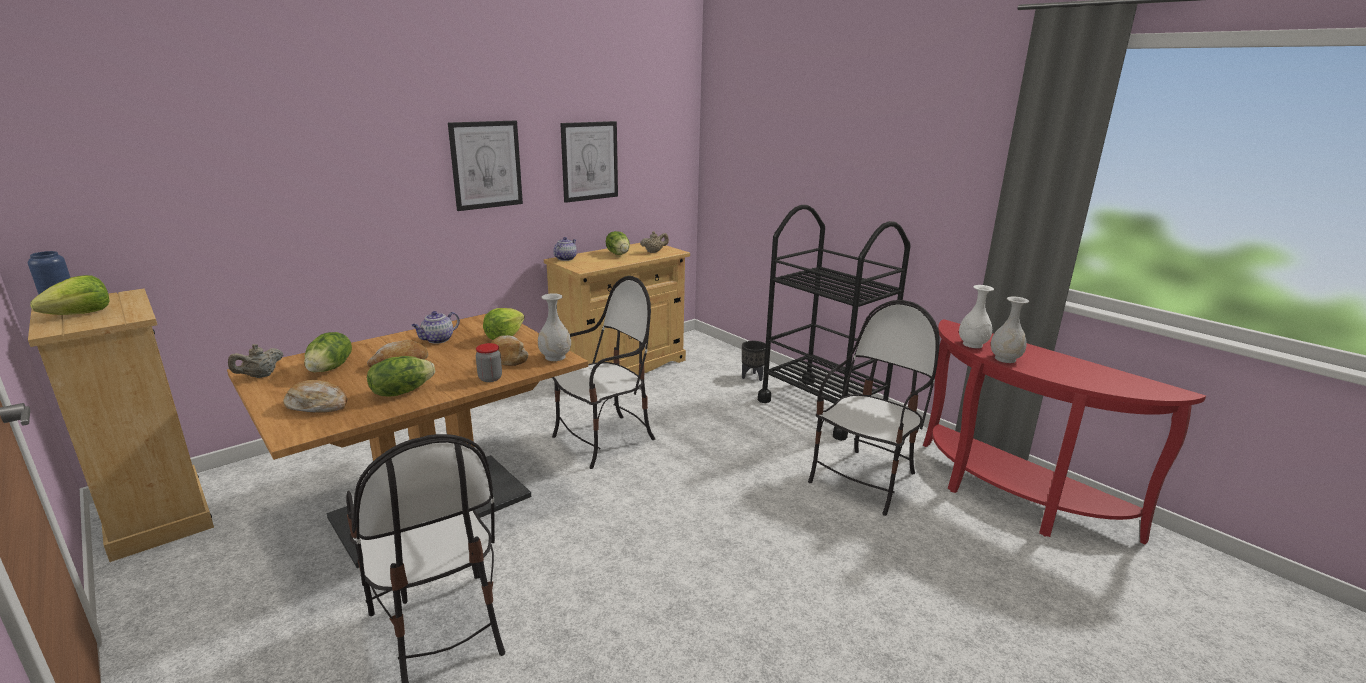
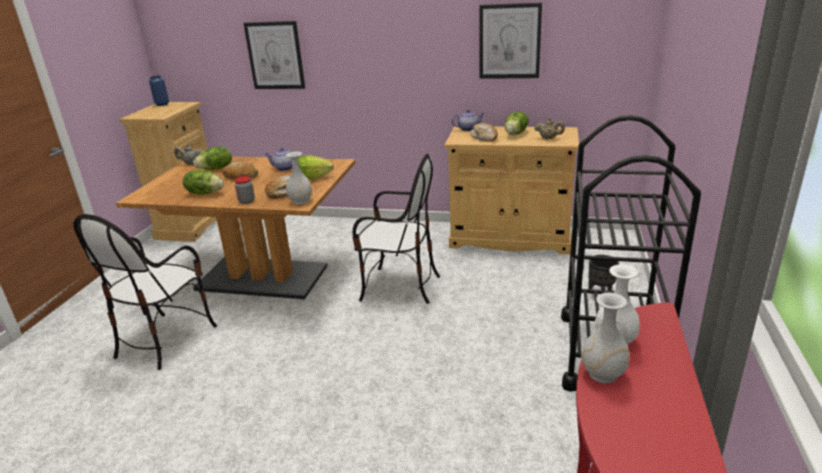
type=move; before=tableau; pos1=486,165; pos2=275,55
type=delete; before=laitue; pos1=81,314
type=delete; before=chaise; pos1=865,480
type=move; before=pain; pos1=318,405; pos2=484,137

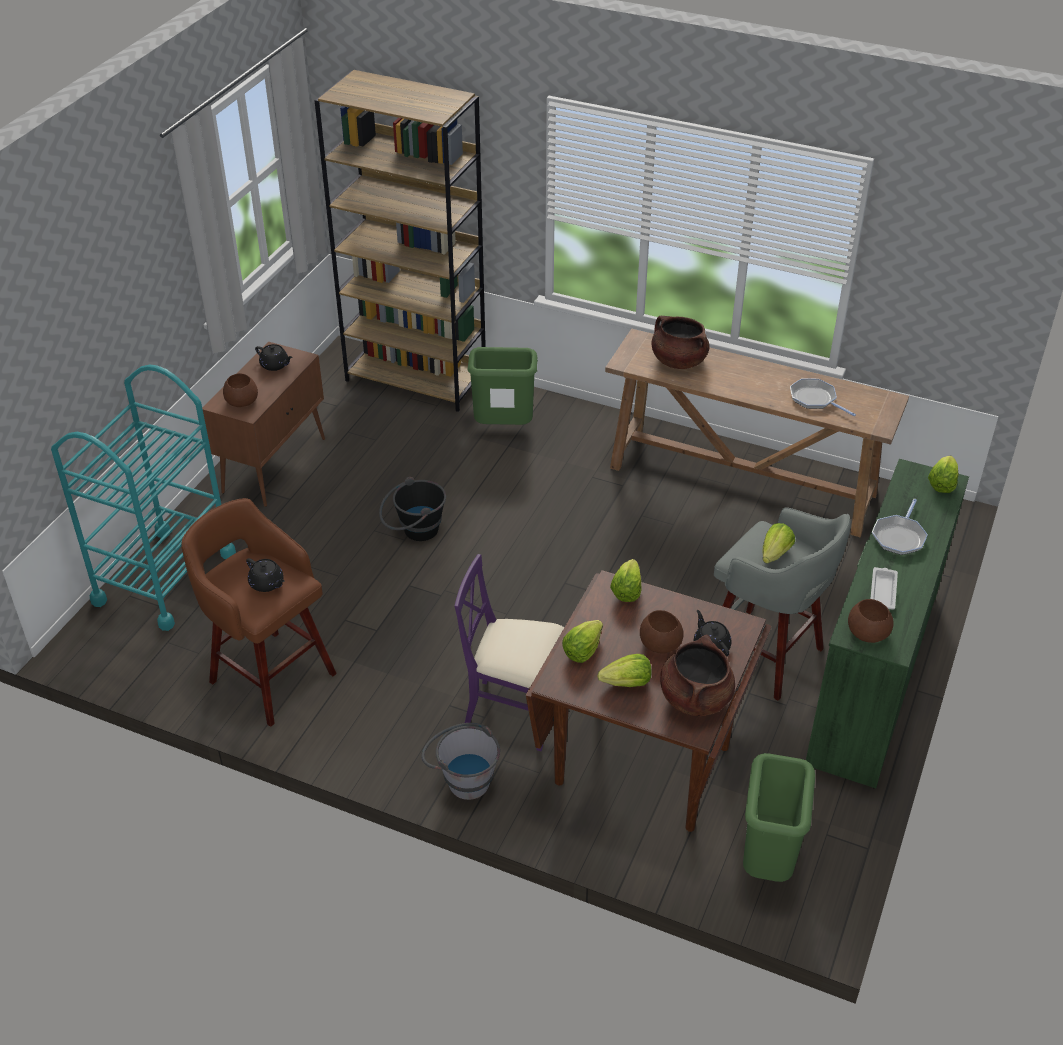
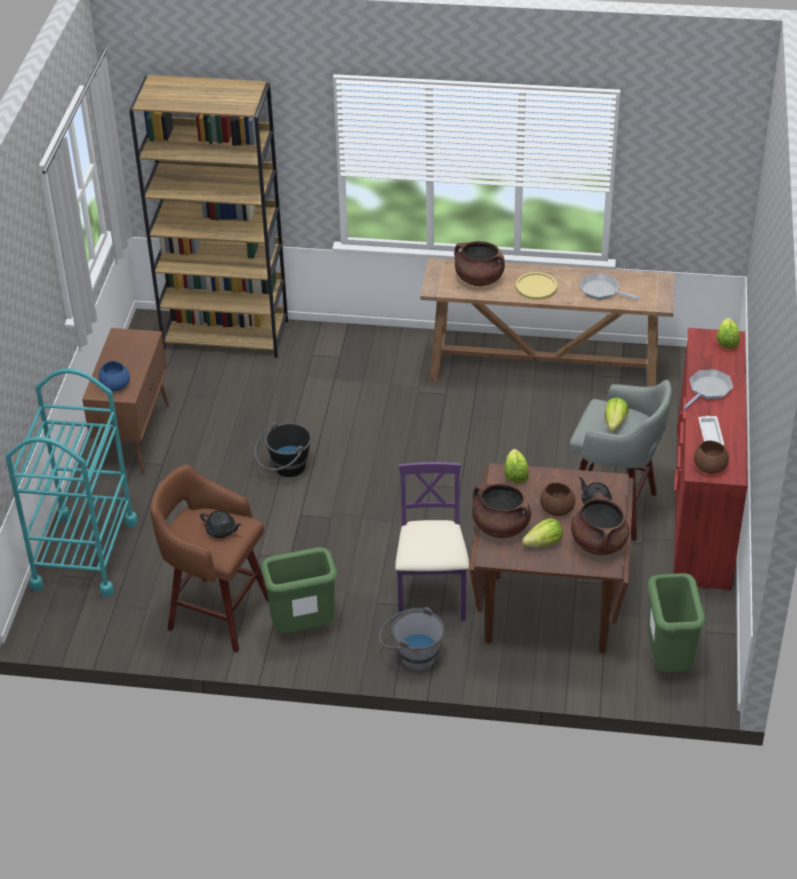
type=delete; before=théière (noir); pos1=275,365
type=move; before=poubelle (vert); pos1=504,428; pos2=303,628
type=recolor; before=bol (marron); after=bol (bleu); pos1=241,401; pos2=115,385
type=recolor; before=commode (vert); after=commode (rouge); pos1=871,677; pos2=701,507
type=rotate; before=poêle; pos1=899,536; pos2=708,389; turn=-150
type=rotate; before=chaise (violet); pos1=514,712; pos2=431,596; turn=90
type=replace; before=laitue; after=marmite (marron); pos1=582,650; pos2=500,527
type=insert; after=assiette (jaune); pos2=536,287

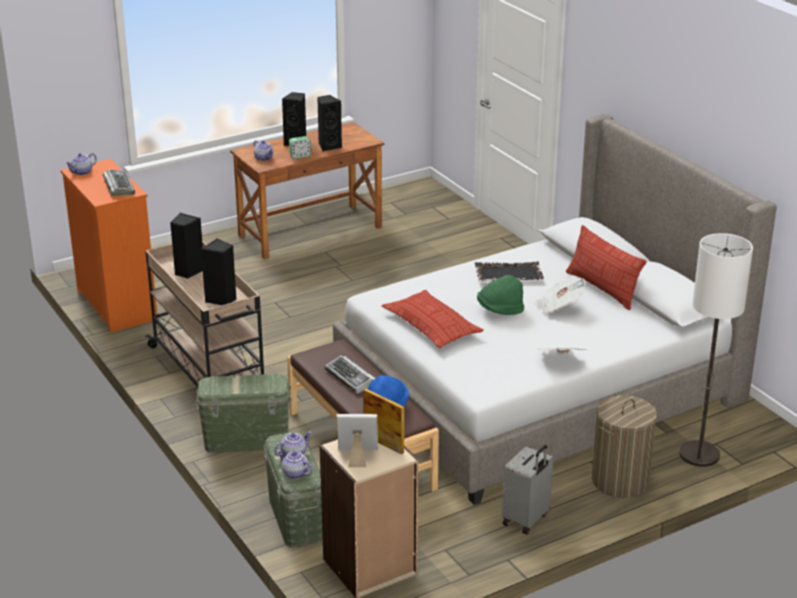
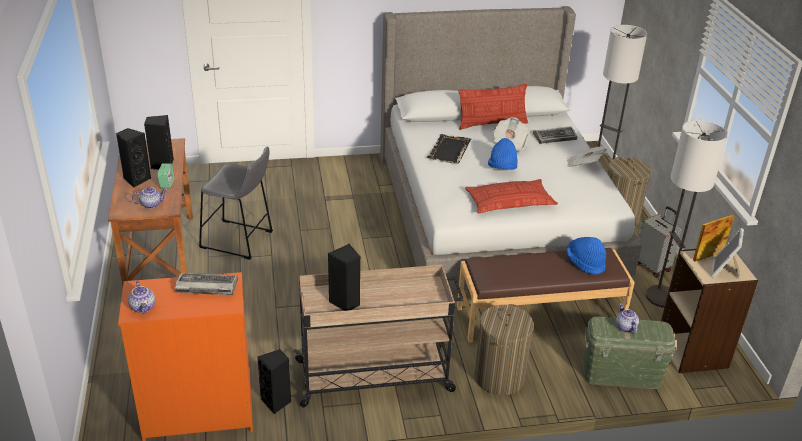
type=move; before=enceinte (noir); pos1=221,300; pos2=277,402
type=recolor; before=chapeau (vert); after=chapeau (bleu); pos1=500,310; pos2=502,168
type=move; before=clavier; pos1=351,378; pos2=555,137
type=replace; before=boîte de rangement (vert); after=panier à linge; pos1=246,440; pos2=499,377
type=delete; before=théière; pos1=294,473
type=insert; after=lampadaire; pos2=662,297
type=insert; after=tabouret (gris); pos2=240,241

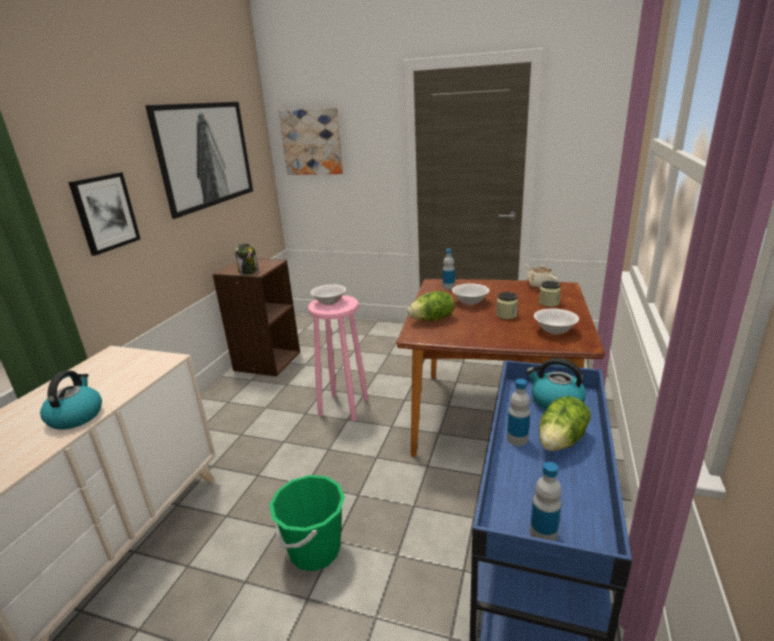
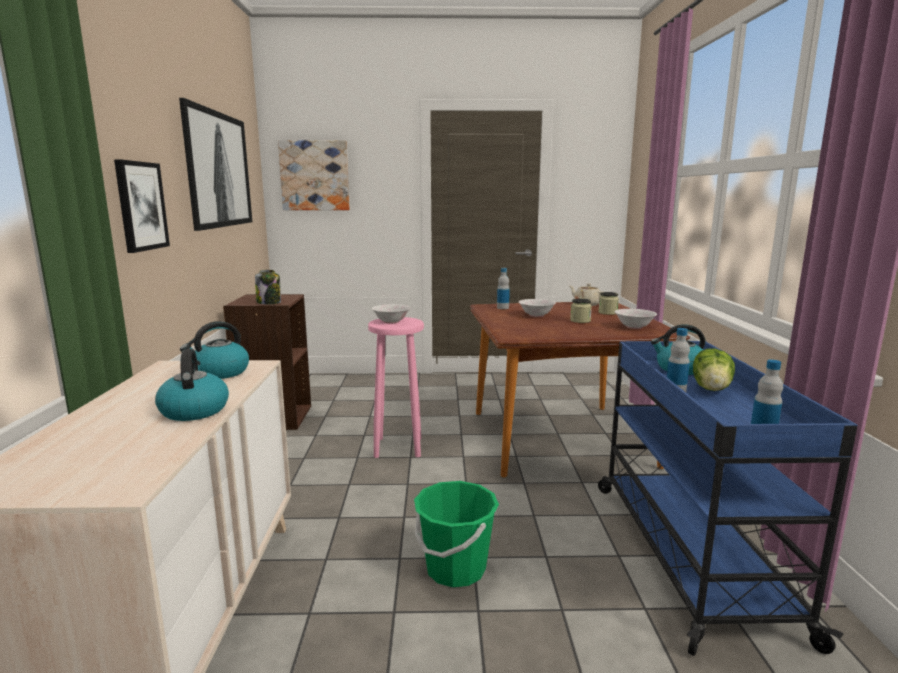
type=delete; before=laitue; pos1=432,319
type=insert; after=bouilloire; pos2=220,373

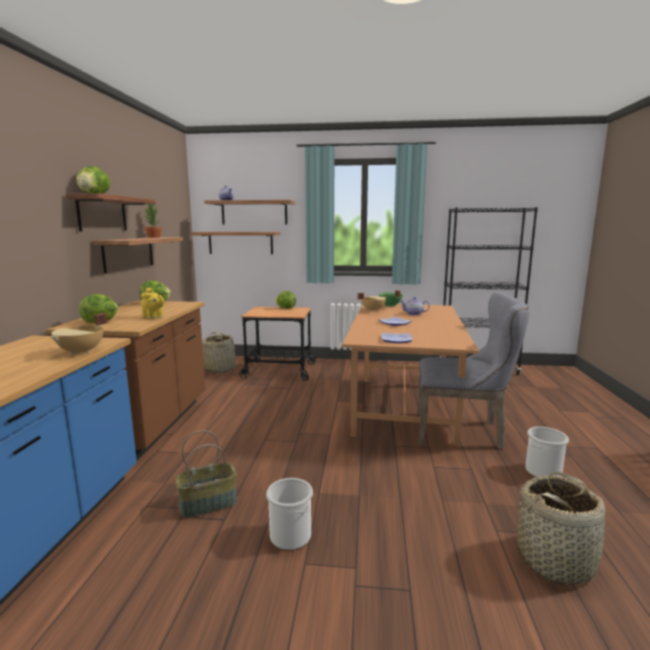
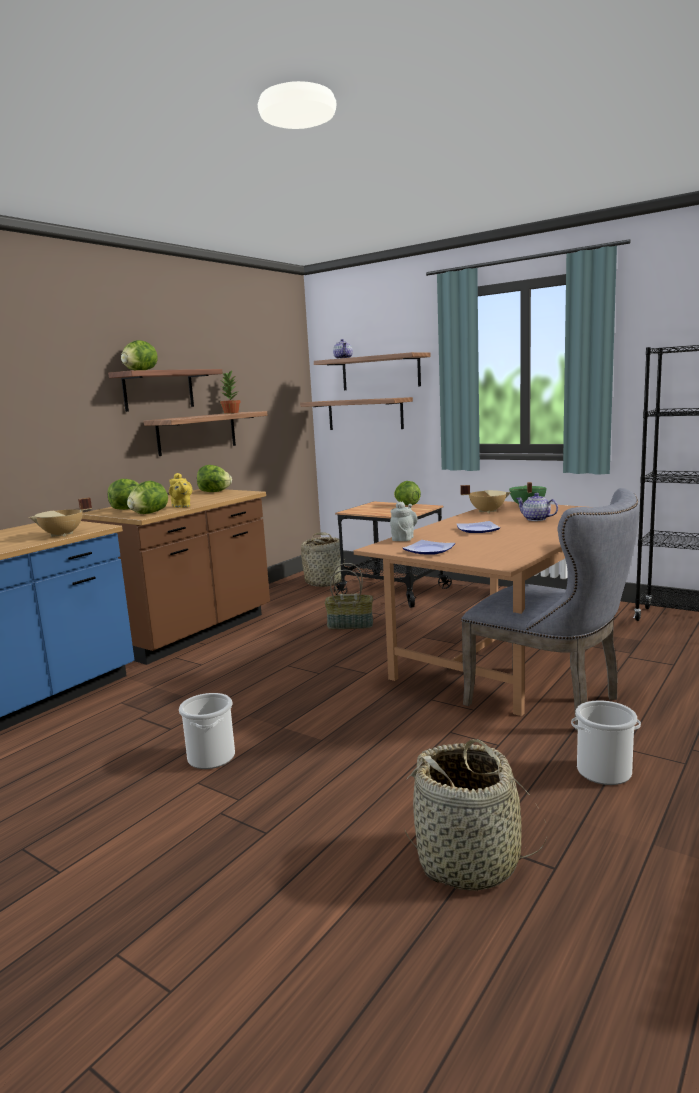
type=move; before=panier; pos1=208,503; pos2=350,624
type=insert; after=laitue; pos2=148,513
type=insert; after=théière (gris); pos2=403,538

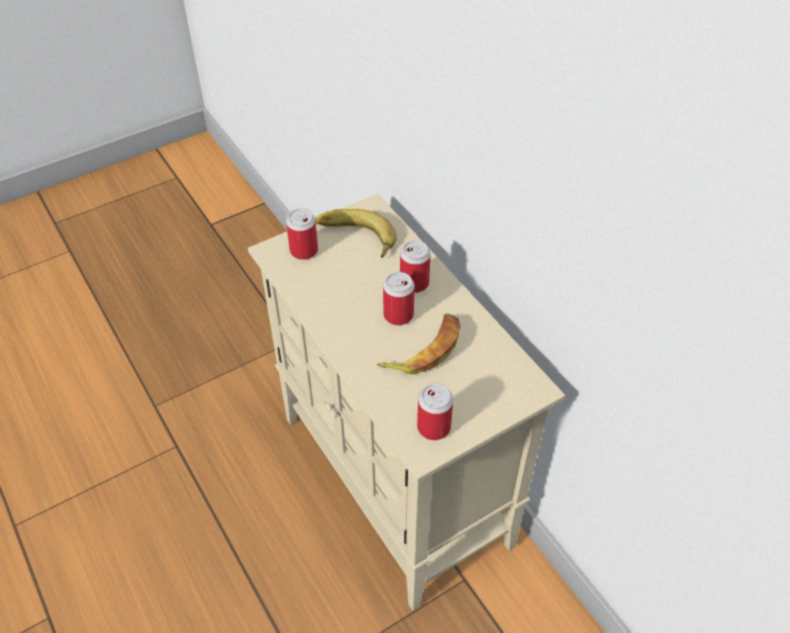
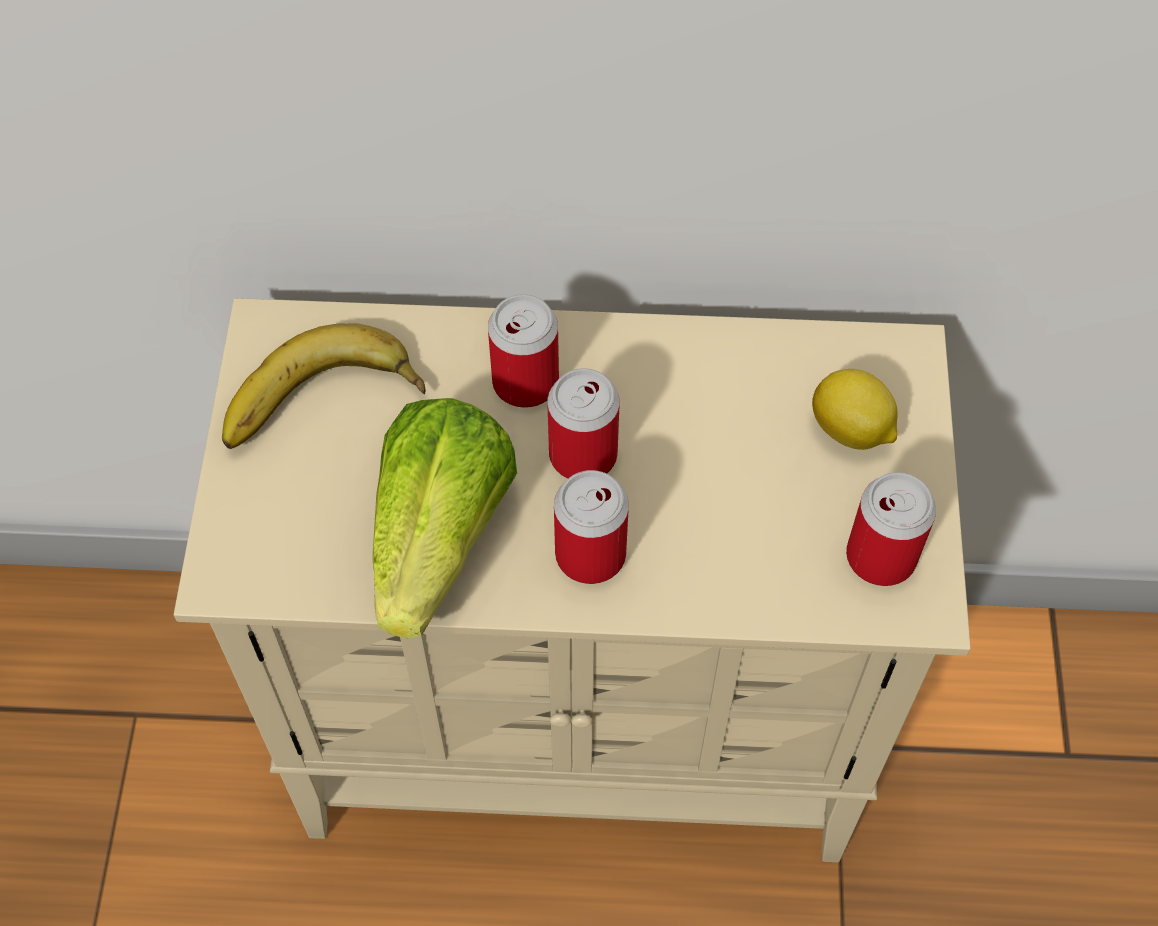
type=move; before=boîte métallique; pos1=304,250; pos2=590,554
type=delete; before=banane; pos1=424,349
type=insert; after=citron; pos2=851,431
type=insert; after=laitue; pos2=440,537

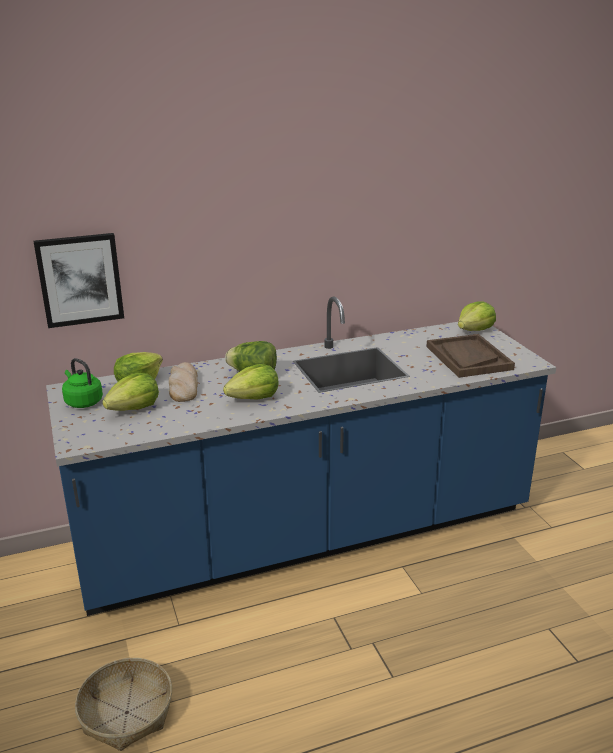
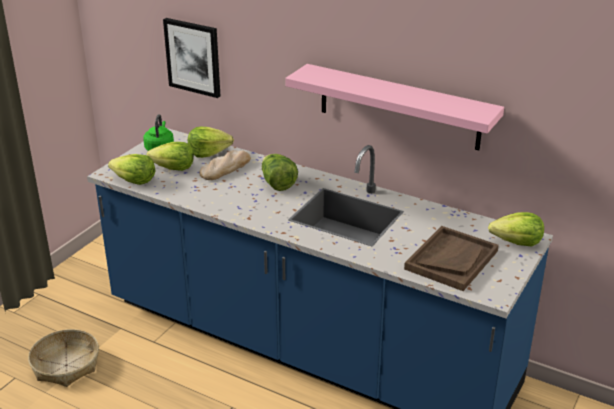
type=move; before=laitue; pos1=254,398; pos2=134,180
type=insert; after=étagère (rose); pos2=399,107

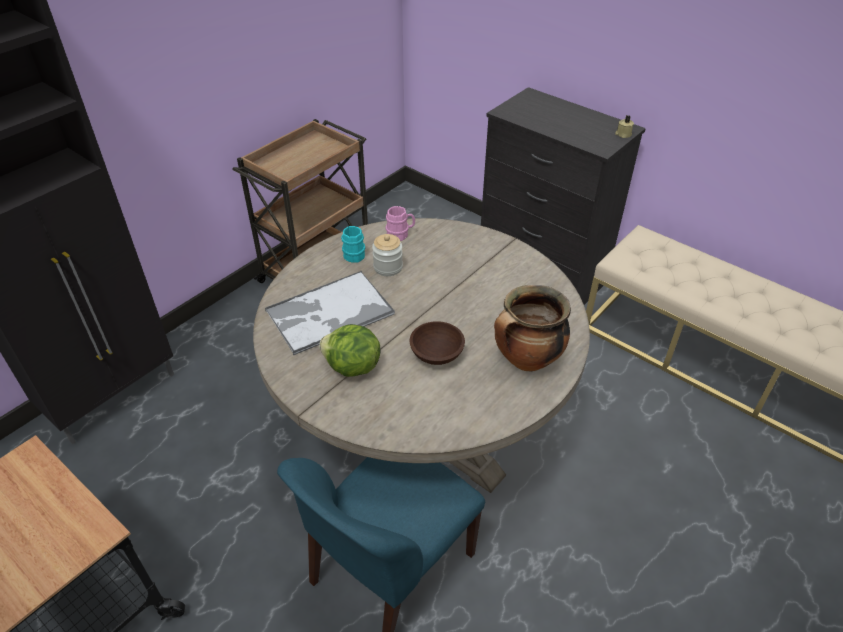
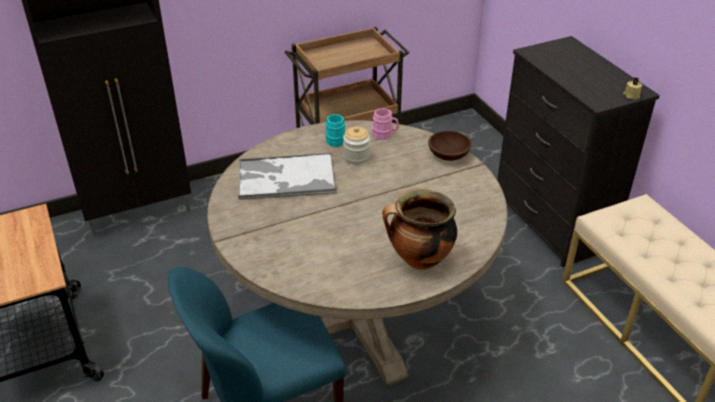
type=move; before=bol (marron); pos1=436,353; pos2=448,155
type=delete; before=laitue; pos1=352,367

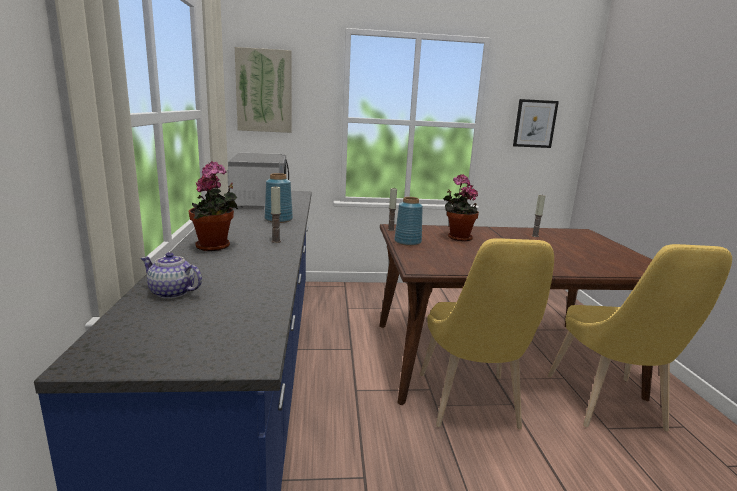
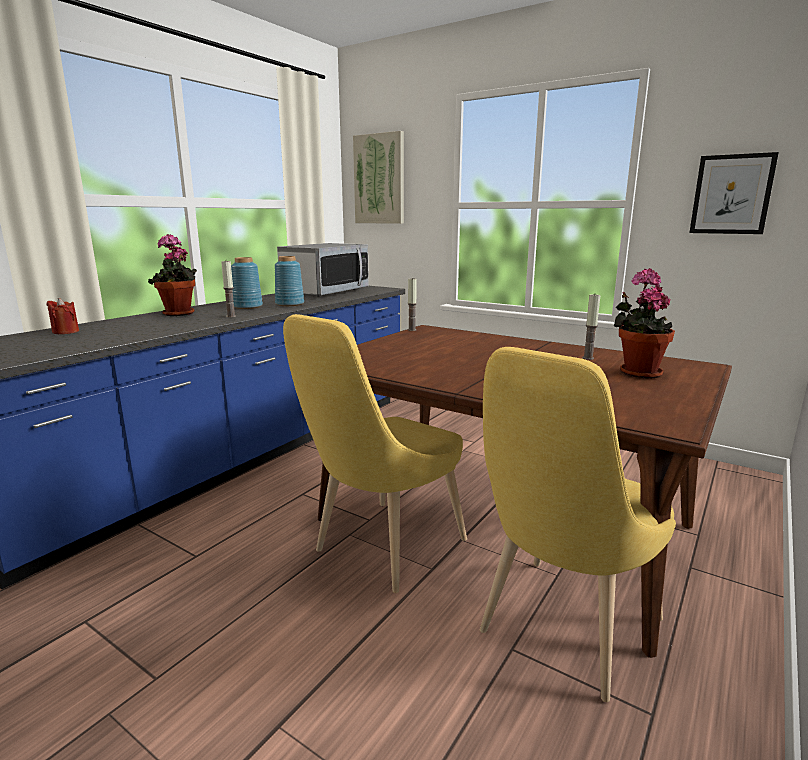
type=move; before=plante en pot; pos1=457,238; pos2=637,372
type=move; before=vase (bleu); pos1=408,242; pos2=248,307
type=replace; before=théière; after=bougie (rouge); pos1=172,293; pos2=65,332

